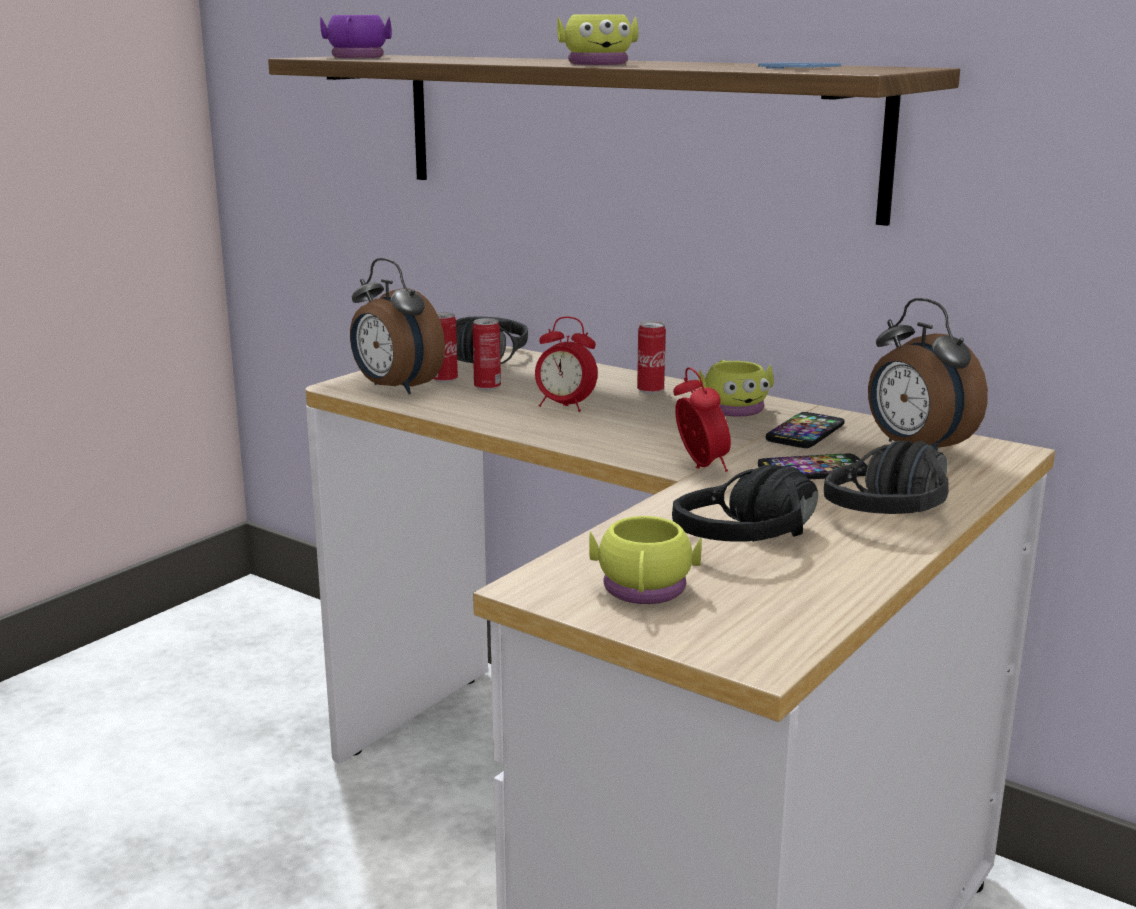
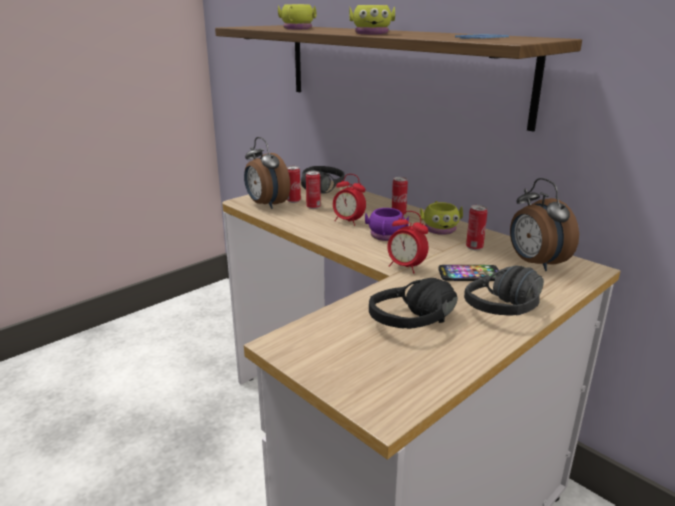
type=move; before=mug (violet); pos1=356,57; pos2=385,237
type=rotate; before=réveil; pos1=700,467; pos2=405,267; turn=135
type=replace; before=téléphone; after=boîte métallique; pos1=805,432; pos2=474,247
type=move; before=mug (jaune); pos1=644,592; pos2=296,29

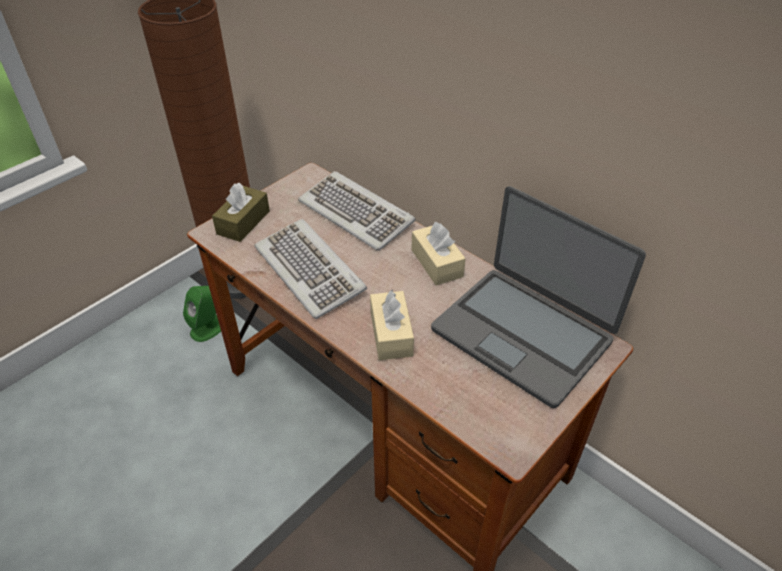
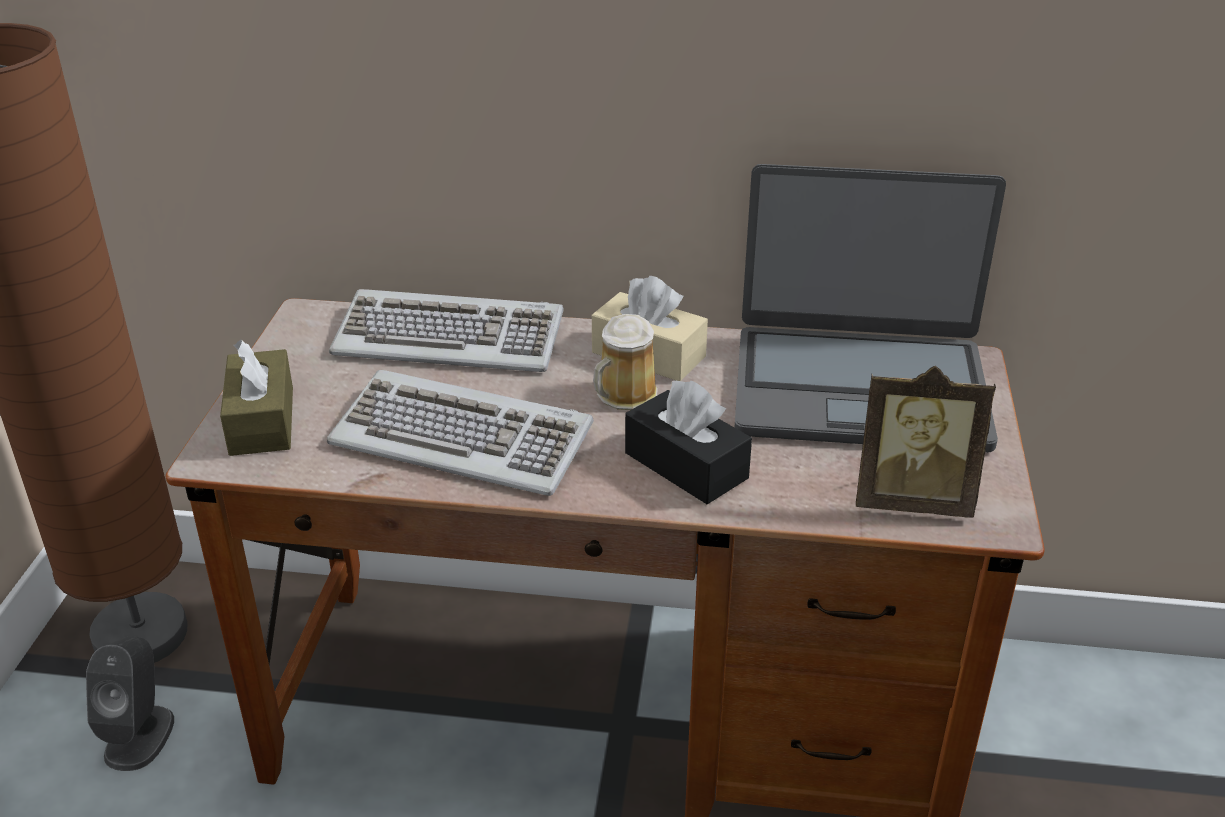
type=recolor; before=enceinte (vert); after=enceinte (gris); pos1=208,328; pos2=140,736
type=recolor; before=boîte à mouchoirs (beige); after=boîte à mouchoirs (noir); pos1=391,334; pos2=686,465
type=insert; after=mug; pos2=623,396
type=insert; after=cadre photo; pos2=912,500

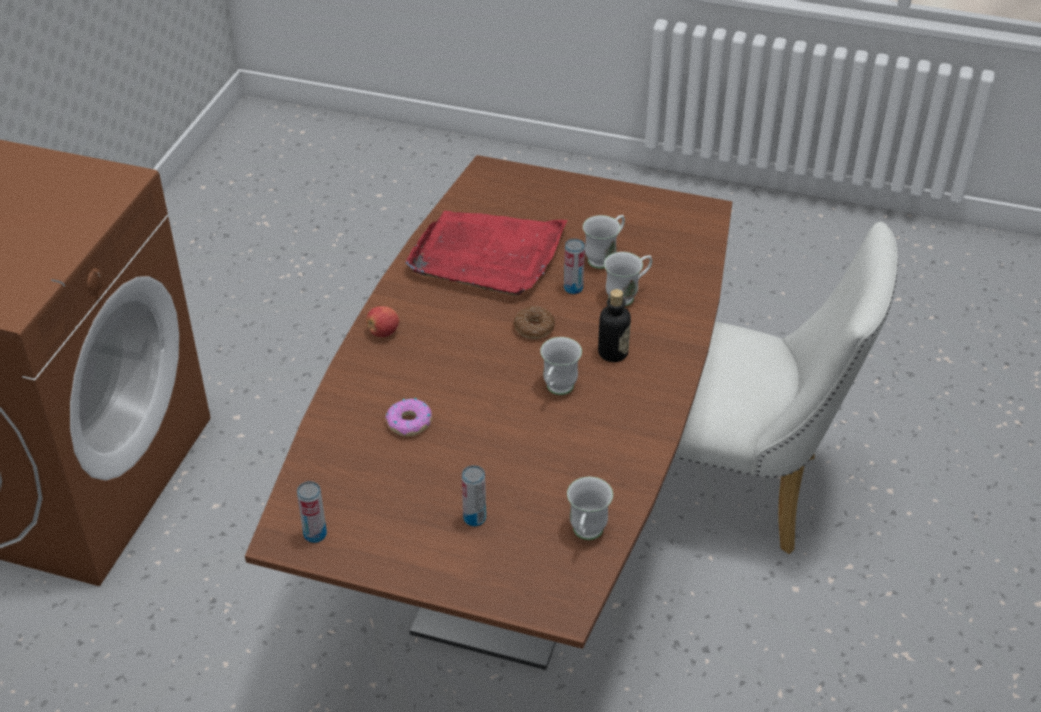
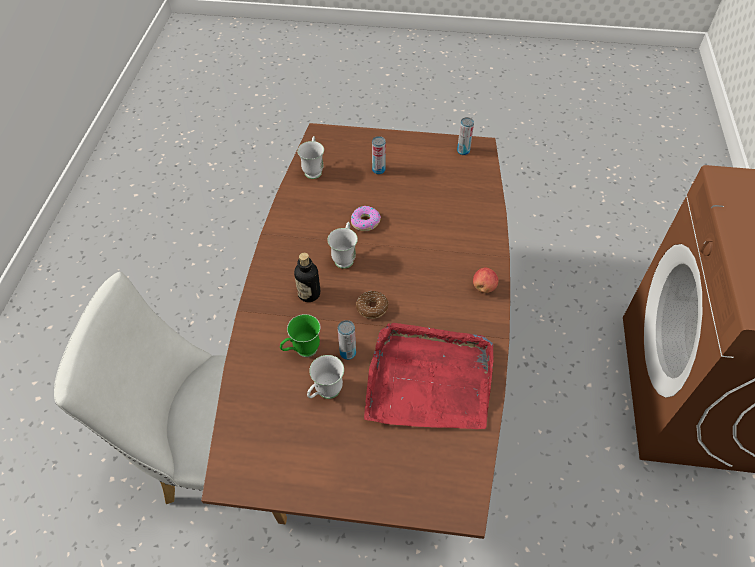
type=recolor; before=mug (blanc); after=mug (vert); pos1=627,296; pos2=302,351
type=move; before=beignet; pos1=409,422; pos2=365,221

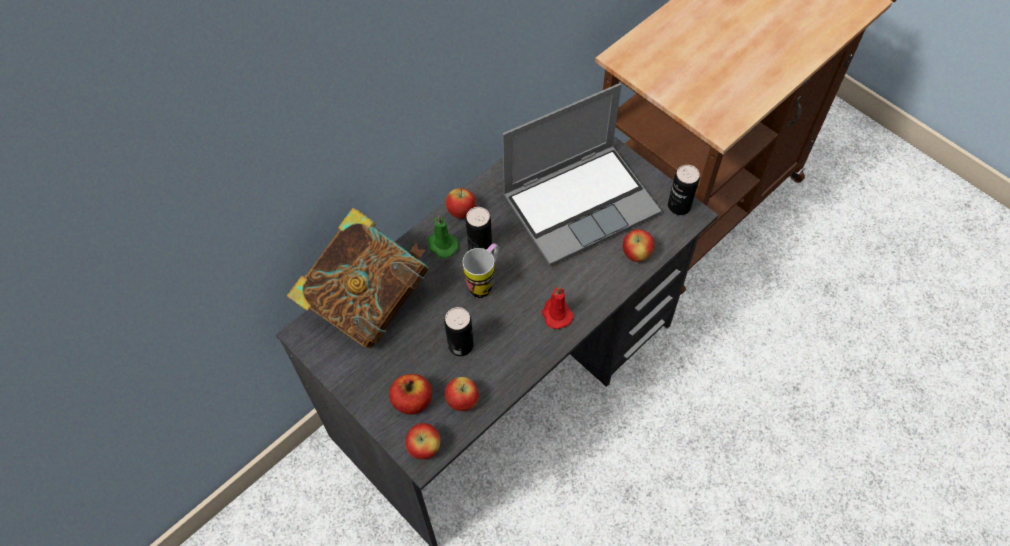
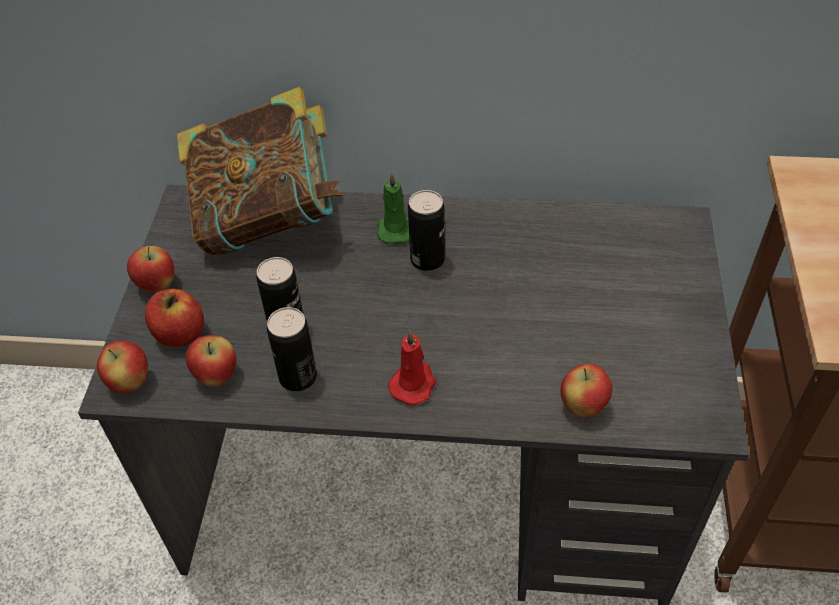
type=delete; before=ordinateur portable; pos1=581,203
type=move; before=boîte métallique; pos1=679,206; pos2=298,377
type=move; before=pomme; pos1=461,212; pos2=157,285
type=delete; before=mug; pos1=484,283

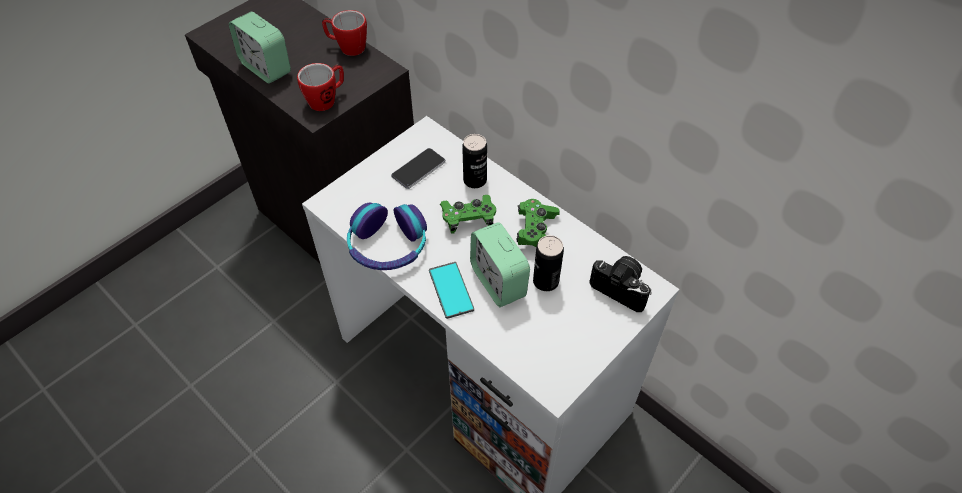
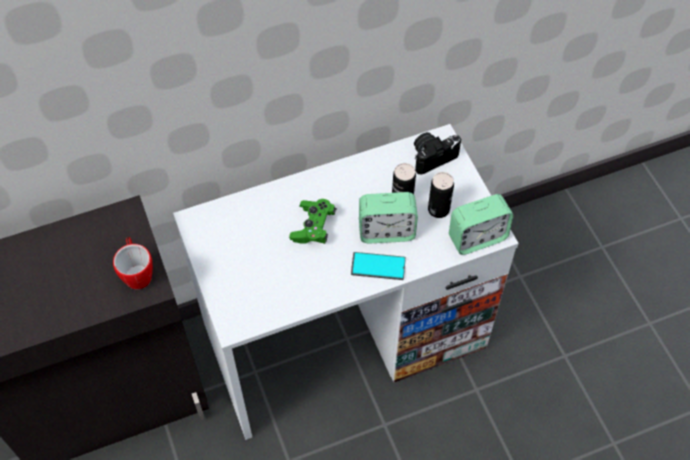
type=delete; before=mug; pos1=347,47
type=move; before=réveil; pos1=266,68; pos2=477,238
type=move; before=boîte métallique; pos1=475,180; pos2=438,209
type=delete; before=téléphone; pos1=418,169
type=delete; before=manette (vert); pos1=537,232
type=delete; before=casque audio; pos1=388,245

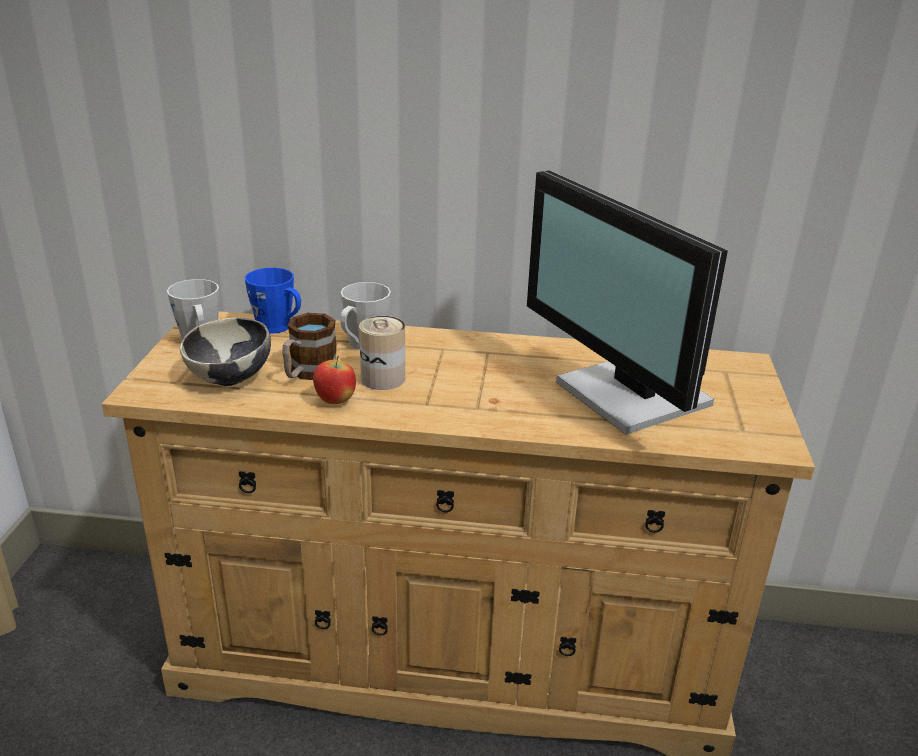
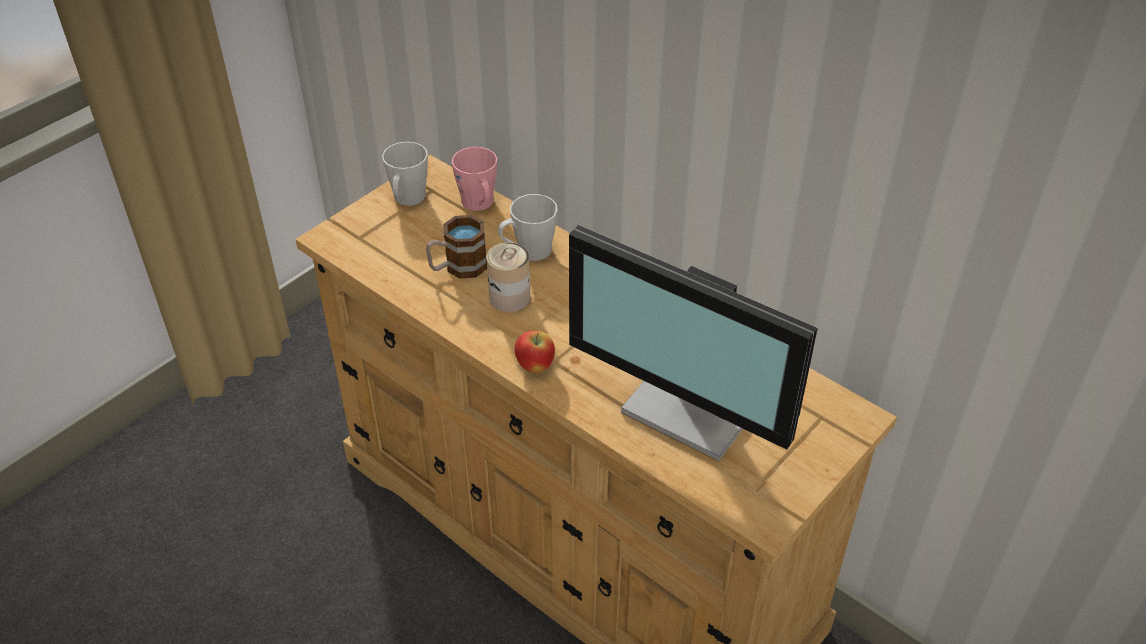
type=rotate; before=écran d'ordinateur; pos1=629,396; pos2=695,406; turn=-60
type=recolor; before=mug (bleu); after=mug (rose); pos1=279,327; pos2=479,204
type=delete; before=bol; pos1=230,378
type=move; before=pomme; pos1=335,401; pos2=535,366

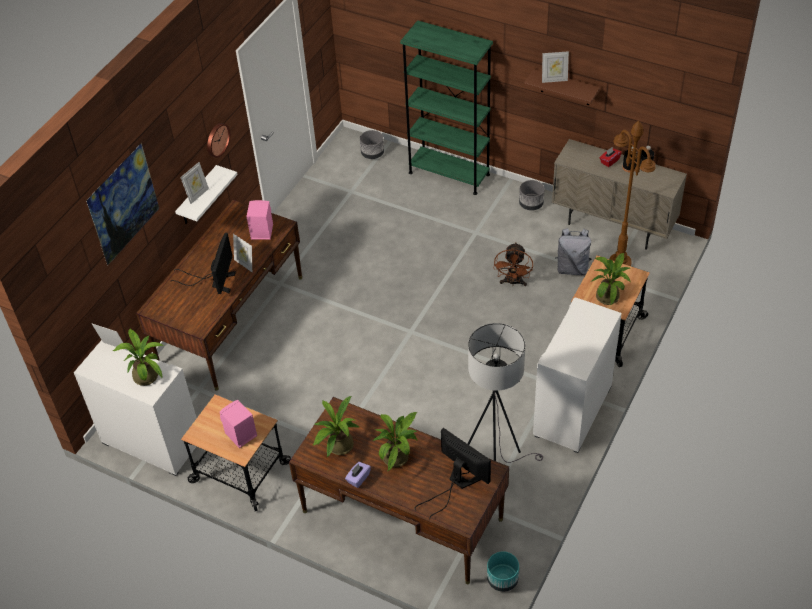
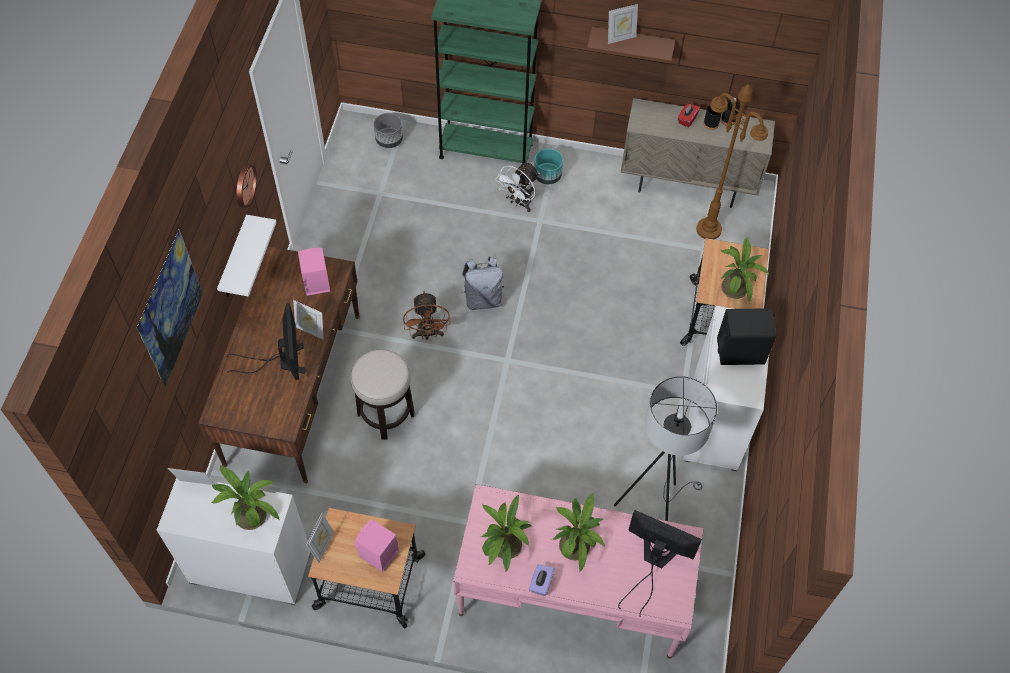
type=move; before=cadre photo; pos1=197,195; pos2=323,546
type=delete; before=cache-pot (gris); pos1=531,204
type=move; before=sac à dos (gris); pos1=572,268; pos2=483,299
type=move; before=ventilateur (marron); pos1=513,282; pos2=427,334
type=recolor; before=bureau (marron); after=bureau (rose); pos1=402,515; pos2=572,592
type=move; before=cache-pot (turquoise); pos1=503,579; pos2=547,176
type=insert; after=ventilateur (blanc); pos2=519,203
type=insert; after=enceinte (noir); pos2=741,351
type=insert; after=tabouret; pos2=386,414

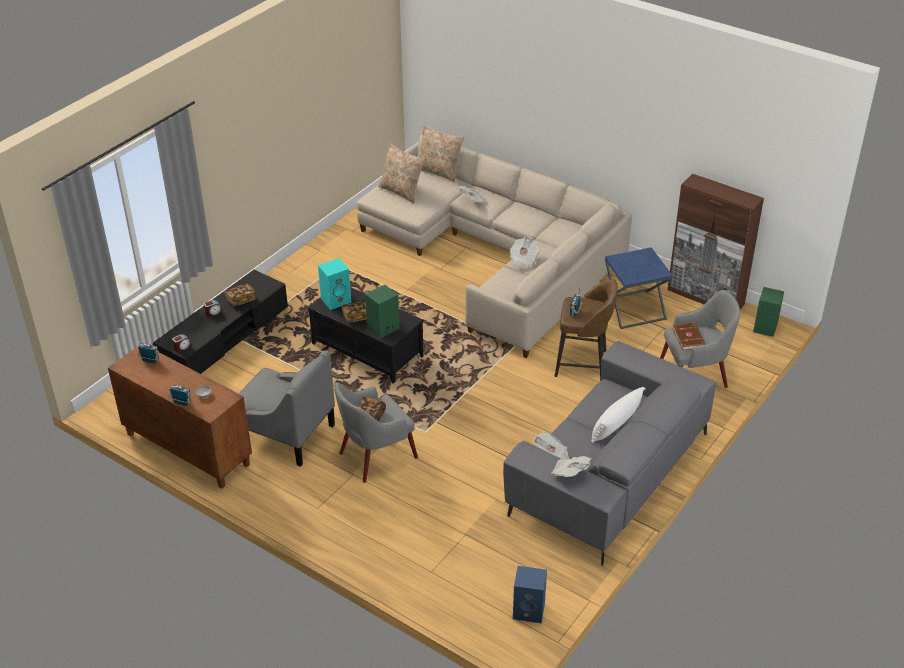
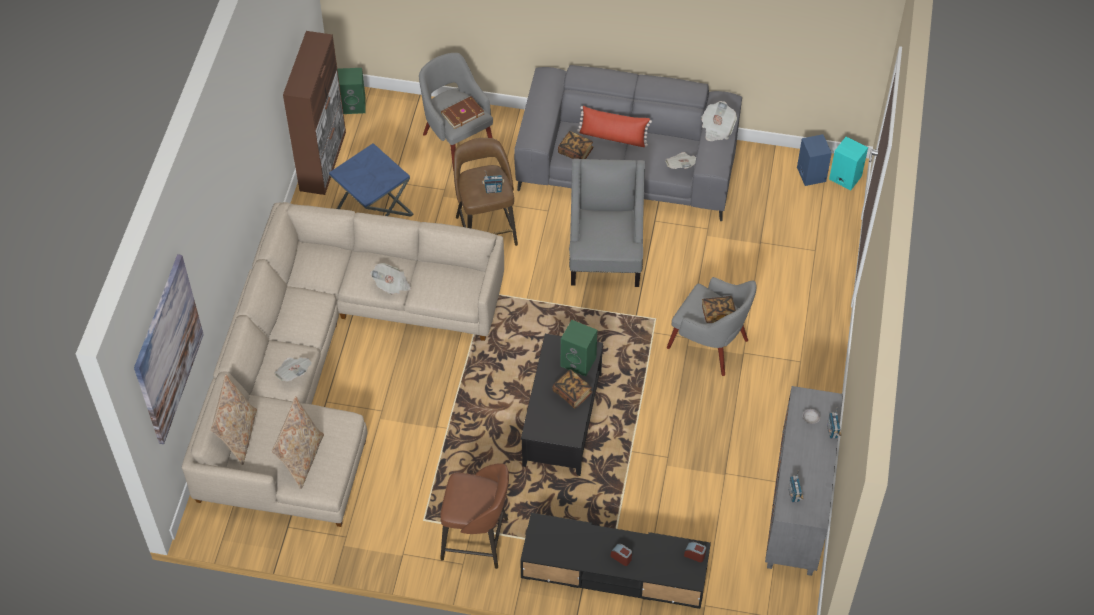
type=move; before=enceinte (turquoise); pos1=336,300; pos2=844,178
type=move; before=livre; pos1=241,300; pos2=575,152
type=recolor; before=meuble de rangement (marron); after=meuble de rangement (gris); pos1=186,449; pos2=798,508
type=move; before=fauteuil (gris); pos1=284,433; pos2=605,254
type=recolor; before=coussin (blanc); after=coussin (rouge); pos1=615,424; pos2=613,137
type=insert; after=tableau; pos2=167,349
type=insert; after=tabouret (marron); pos2=477,539

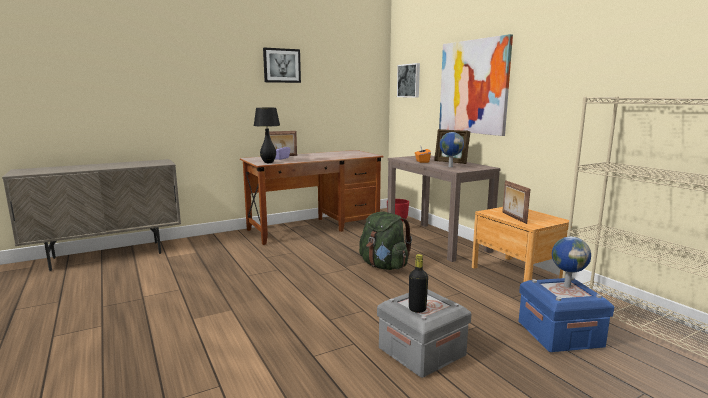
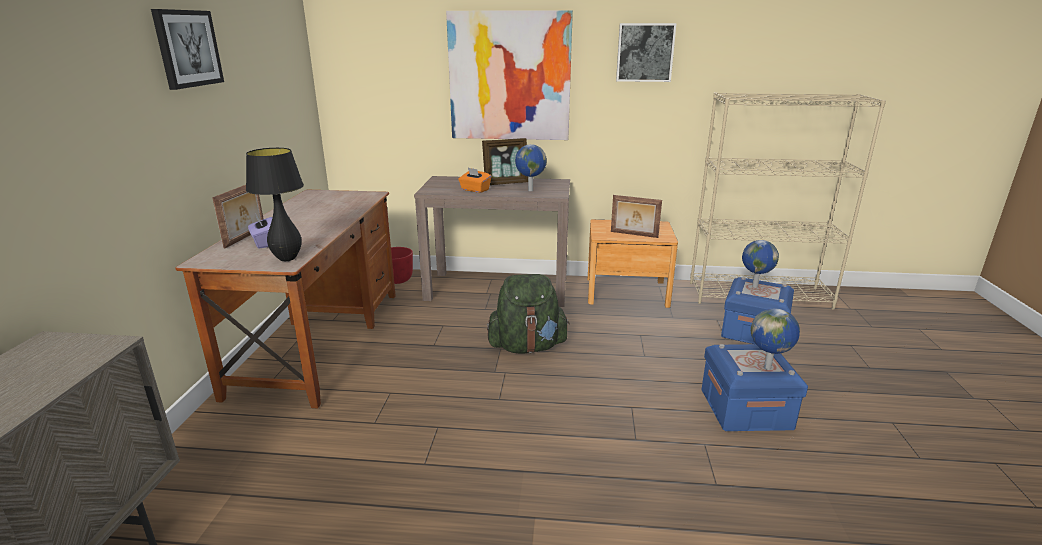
type=move; before=tableau; pos1=409,80; pos2=645,52
type=replace; before=bouteille (noir); after=globe; pos1=417,309; pos2=768,368
type=recolor; before=boîte de rangement (gris); after=boîte de rangement (bleu); pos1=421,351; pos2=745,409

